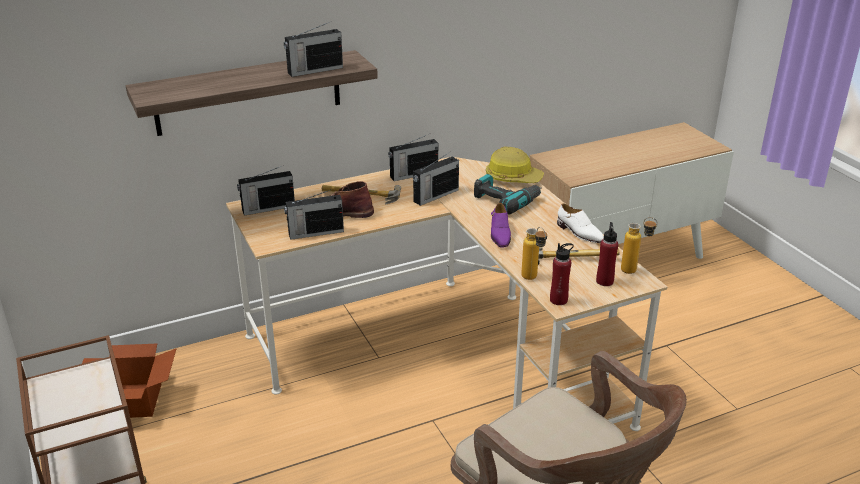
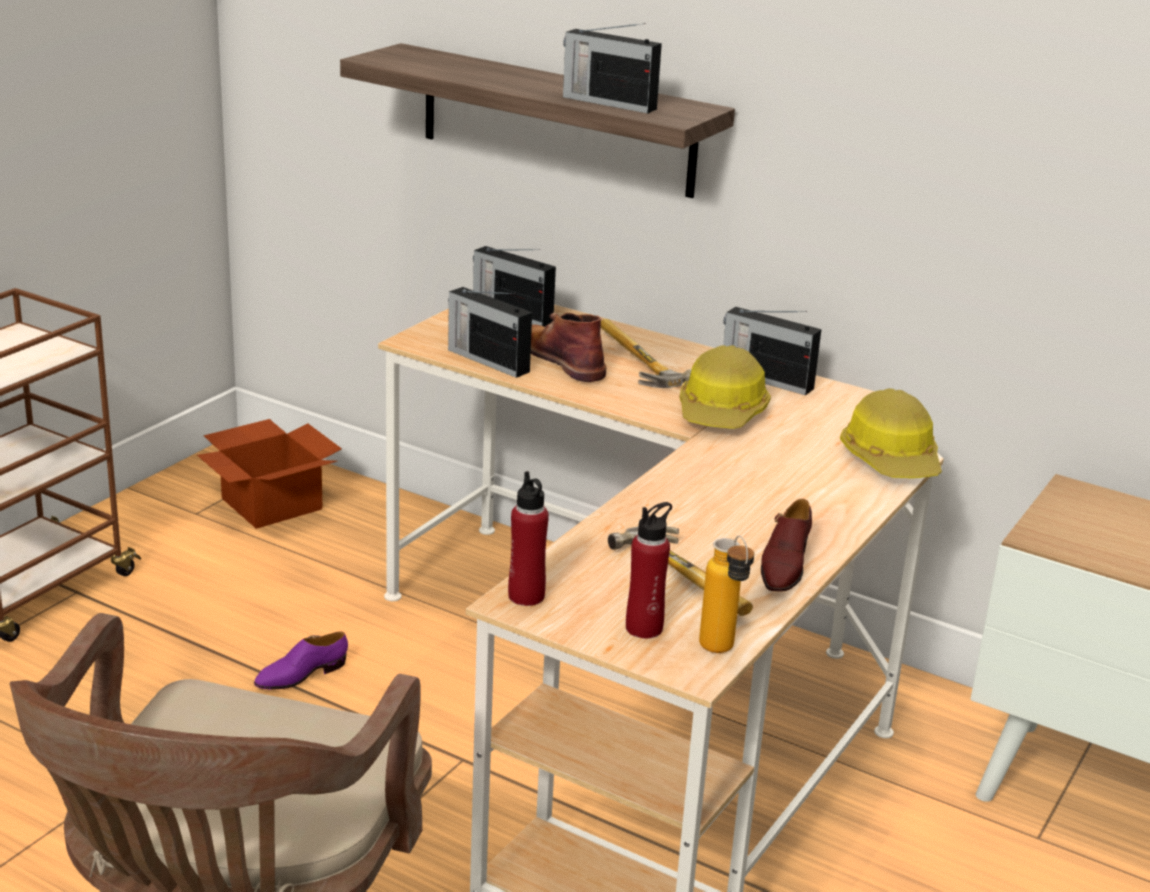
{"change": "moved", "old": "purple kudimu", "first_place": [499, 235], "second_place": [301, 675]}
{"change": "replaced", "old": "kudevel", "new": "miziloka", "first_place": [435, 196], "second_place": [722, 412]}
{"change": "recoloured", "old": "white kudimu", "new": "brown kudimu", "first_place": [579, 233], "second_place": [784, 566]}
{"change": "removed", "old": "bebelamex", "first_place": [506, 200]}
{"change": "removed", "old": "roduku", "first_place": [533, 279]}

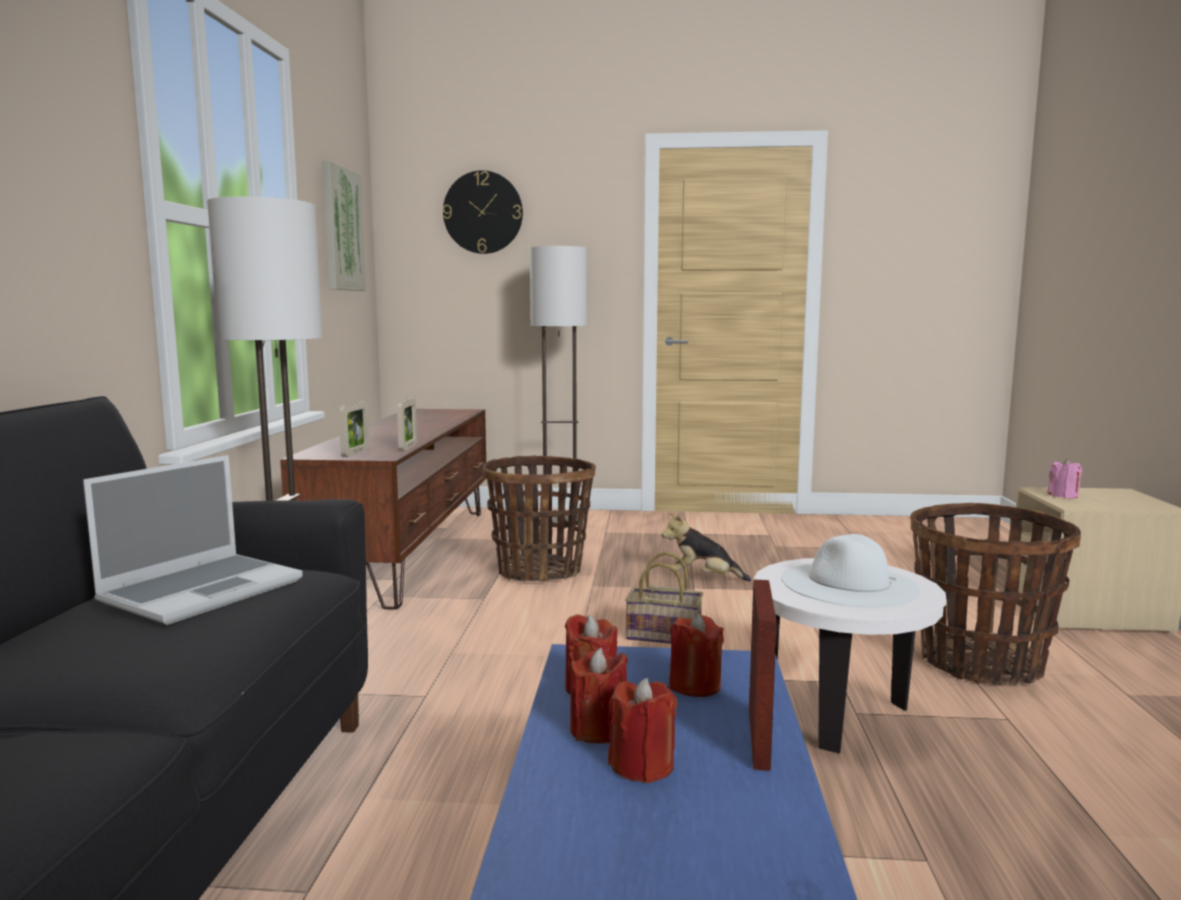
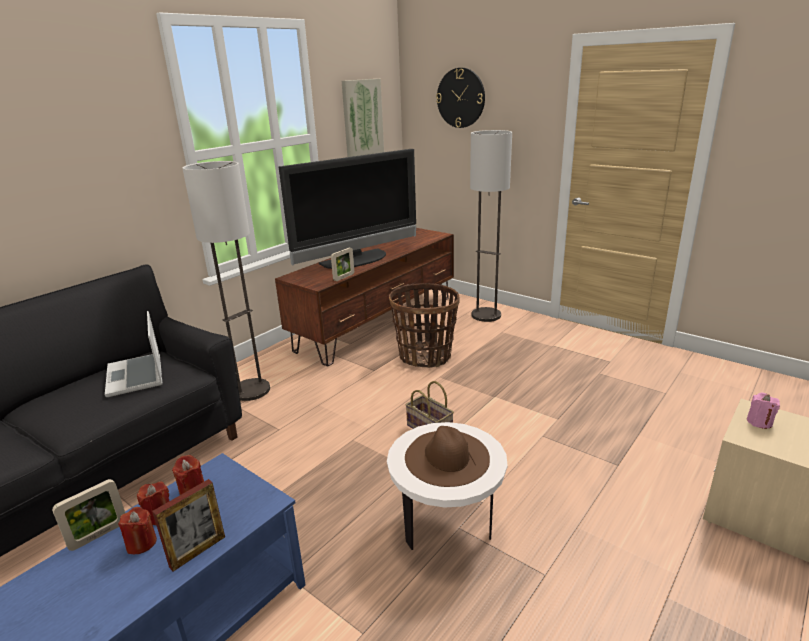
{"change": "moved", "old": "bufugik", "first_place": [355, 453], "second_place": [98, 535]}
{"change": "turned", "old": "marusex", "first_place": [203, 590], "second_place": [136, 376], "degrees": 90}
{"change": "added", "new": "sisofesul", "second_place": [356, 260]}
{"change": "recoloured", "old": "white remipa", "new": "brown remipa", "first_place": [848, 584], "second_place": [446, 457]}
{"change": "removed", "old": "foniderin", "first_place": [703, 578]}
{"change": "removed", "old": "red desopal", "first_place": [694, 685]}
{"change": "removed", "old": "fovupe", "first_place": [980, 663]}

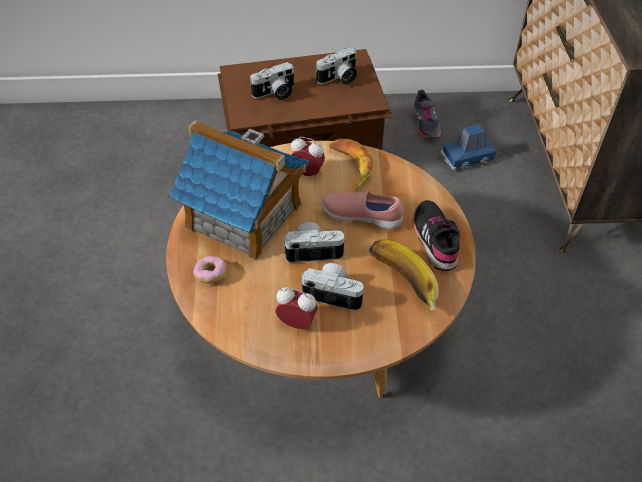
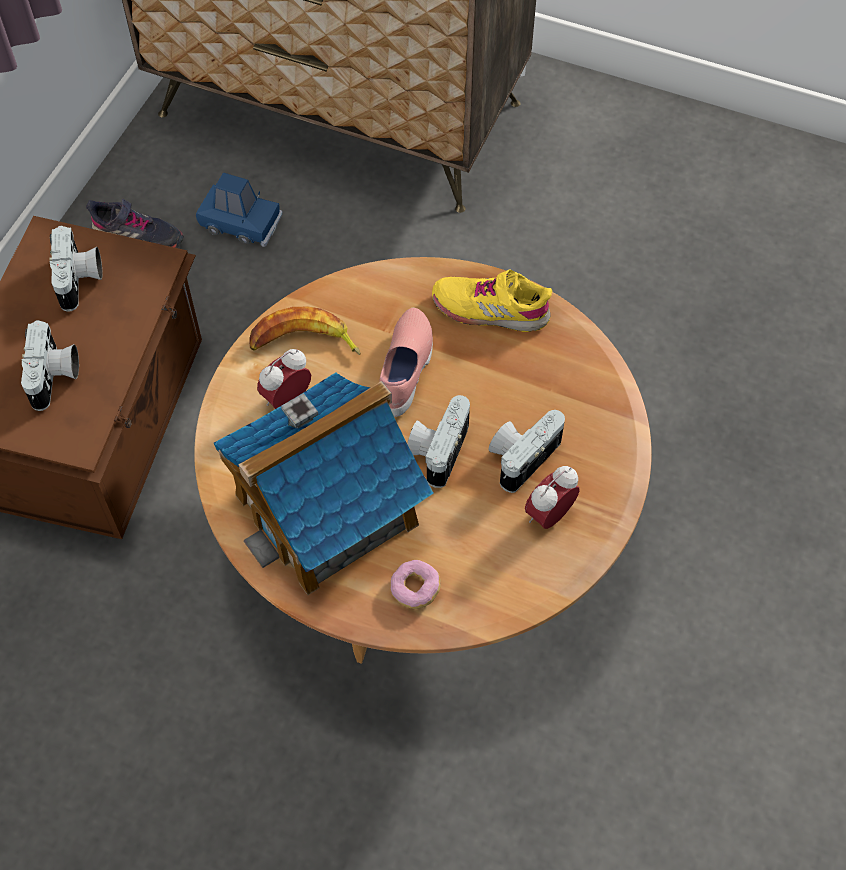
{"change": "turned", "old": "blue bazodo", "first_place": [467, 158], "second_place": [241, 223], "degrees": -75}
{"change": "turned", "old": "pink kudimu", "first_place": [361, 216], "second_place": [406, 370], "degrees": 150}
{"change": "recoloured", "old": "black kudimu", "new": "yellow kudimu", "first_place": [435, 240], "second_place": [490, 309]}
{"change": "removed", "old": "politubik", "first_place": [400, 284]}

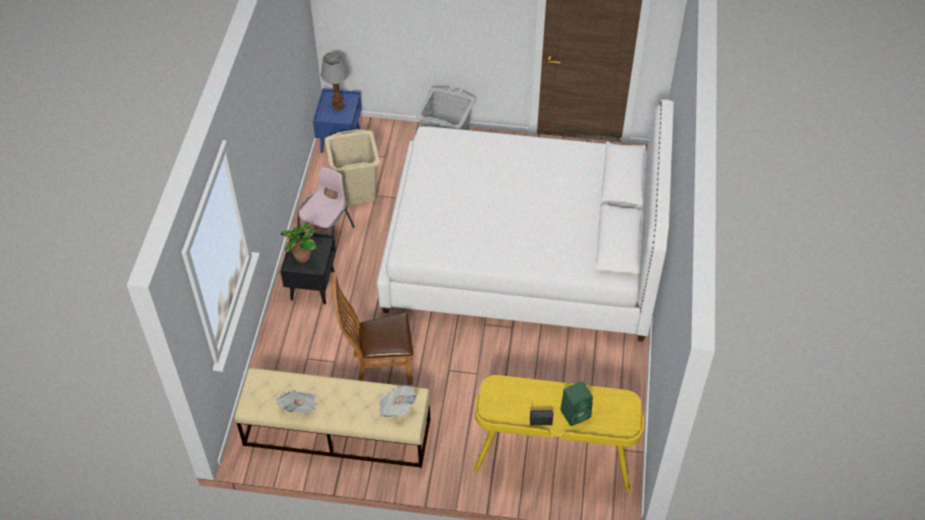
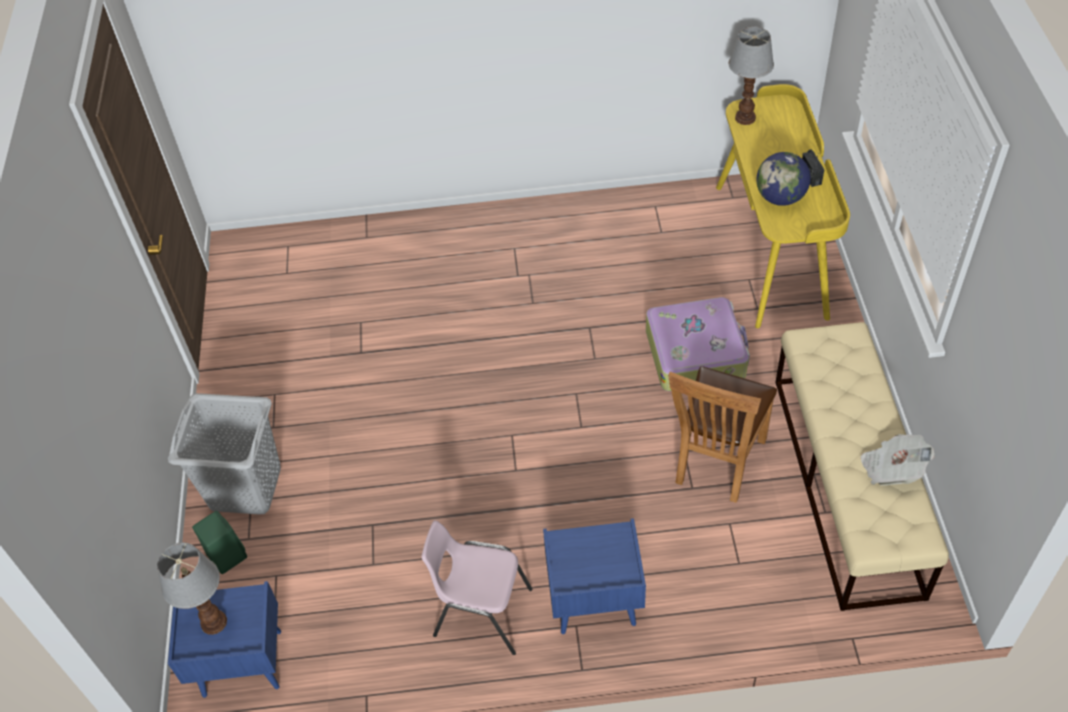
{"change": "moved", "old": "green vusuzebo", "first_place": [576, 413], "second_place": [225, 555]}
{"change": "recoloured", "old": "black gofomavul", "new": "blue gofomavul", "first_place": [312, 285], "second_place": [593, 602]}
{"change": "added", "new": "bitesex", "second_place": [696, 353]}
{"change": "turned", "old": "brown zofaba", "first_place": [378, 367], "second_place": [716, 464], "degrees": 45}
{"change": "added", "new": "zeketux", "second_place": [744, 118]}
{"change": "added", "new": "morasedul", "second_place": [780, 198]}
{"change": "removed", "old": "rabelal", "first_place": [302, 257]}
{"change": "removed", "old": "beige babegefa", "first_place": [355, 191]}
{"change": "removed", "old": "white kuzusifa", "first_place": [522, 254]}
{"change": "removed", "old": "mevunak", "first_place": [396, 407]}

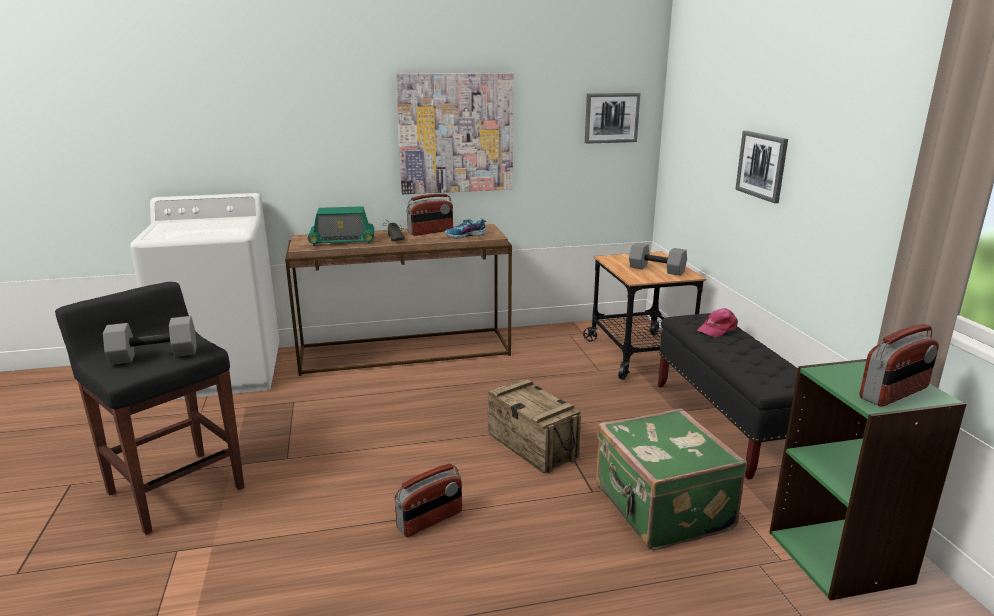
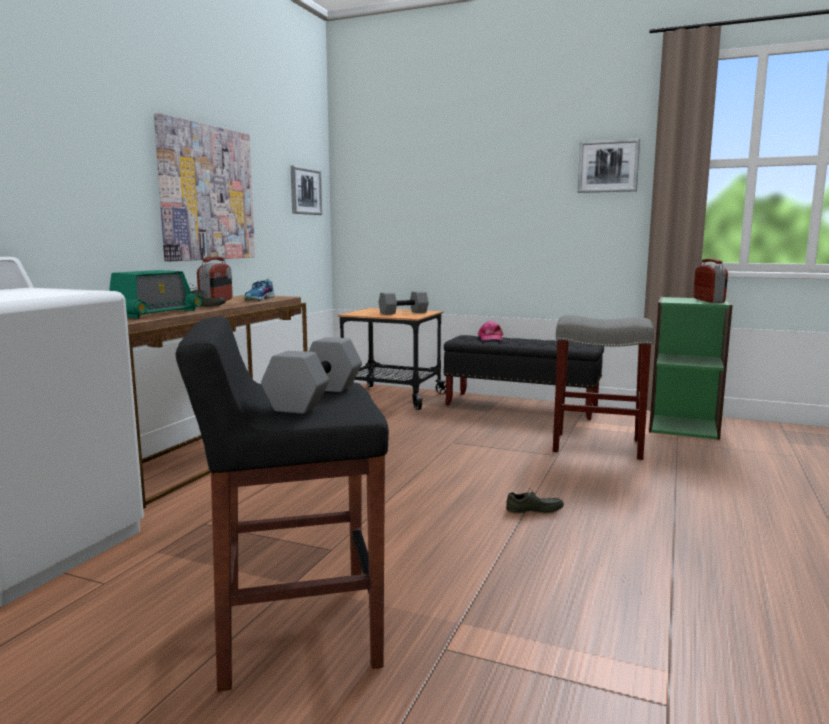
{"change": "replaced", "old": "kudevel", "new": "grey kudimu", "first_place": [430, 520], "second_place": [535, 511]}
{"change": "replaced", "old": "green bitesex", "new": "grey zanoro", "first_place": [661, 509], "second_place": [598, 445]}
{"change": "moved", "old": "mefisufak", "first_place": [762, 165], "second_place": [608, 166]}
{"change": "removed", "old": "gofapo", "first_place": [532, 445]}

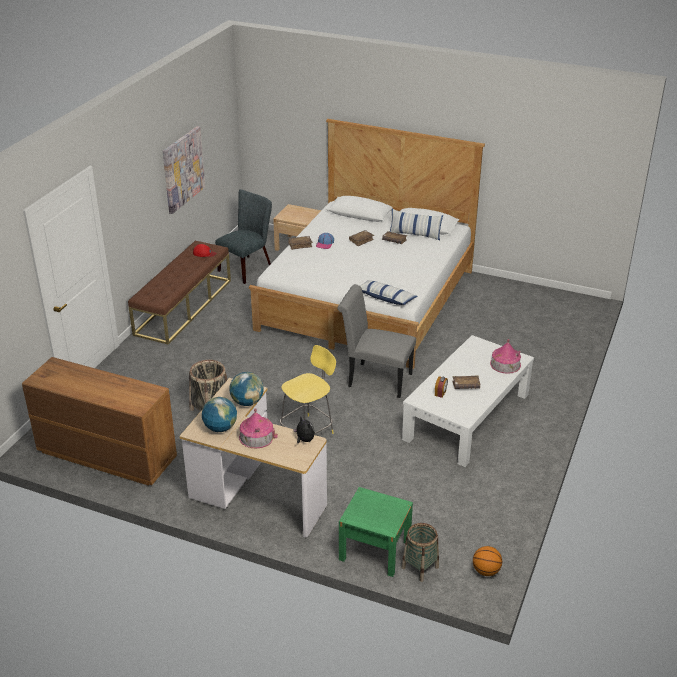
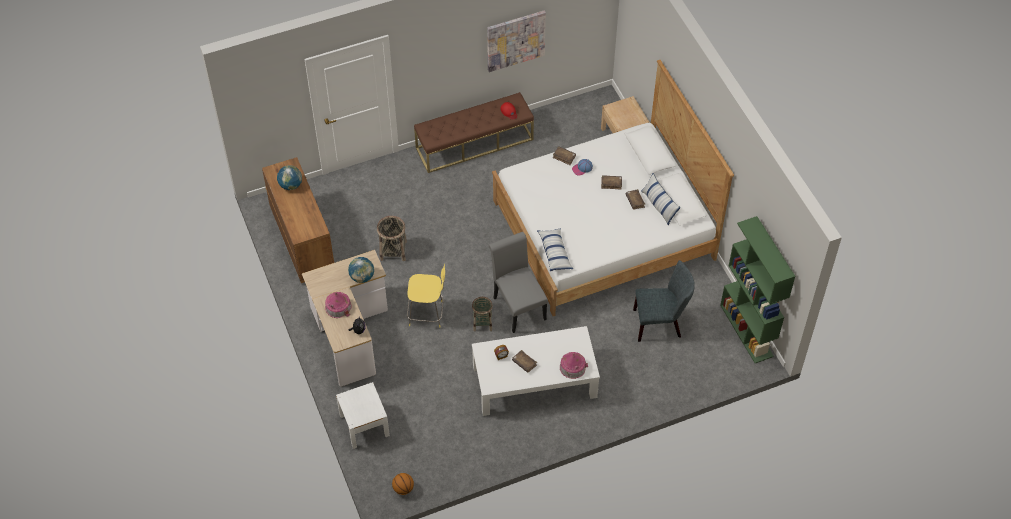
{"change": "moved", "old": "morasedul", "first_place": [220, 428], "second_place": [290, 185]}
{"change": "recoloured", "old": "green gofomavul", "new": "white gofomavul", "first_place": [375, 550], "second_place": [364, 425]}
{"change": "moved", "old": "fovupe", "first_place": [420, 567], "second_place": [482, 323]}
{"change": "moved", "old": "grey zofaba", "first_place": [248, 268], "second_place": [660, 323]}
{"change": "added", "new": "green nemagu", "second_place": [747, 331]}

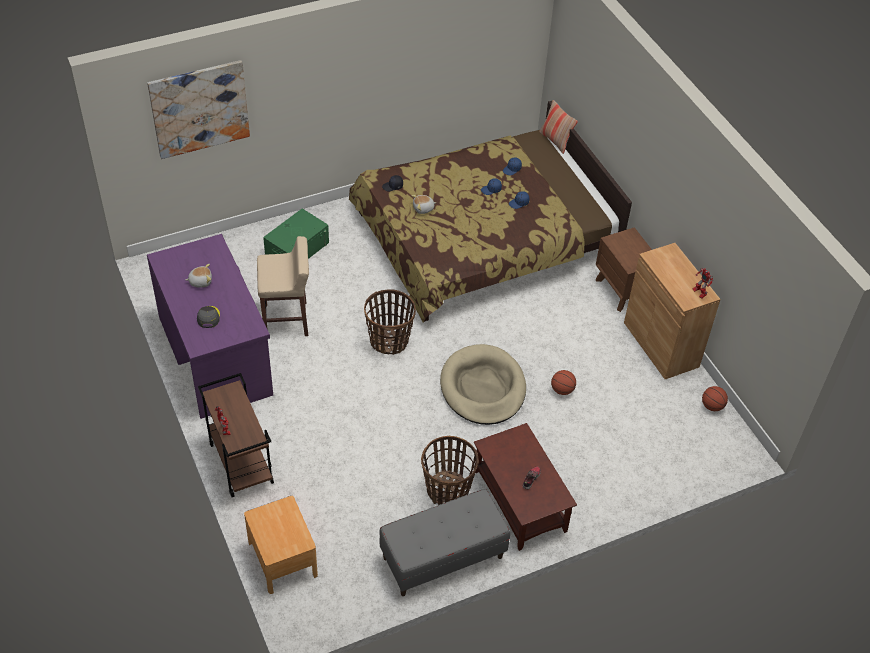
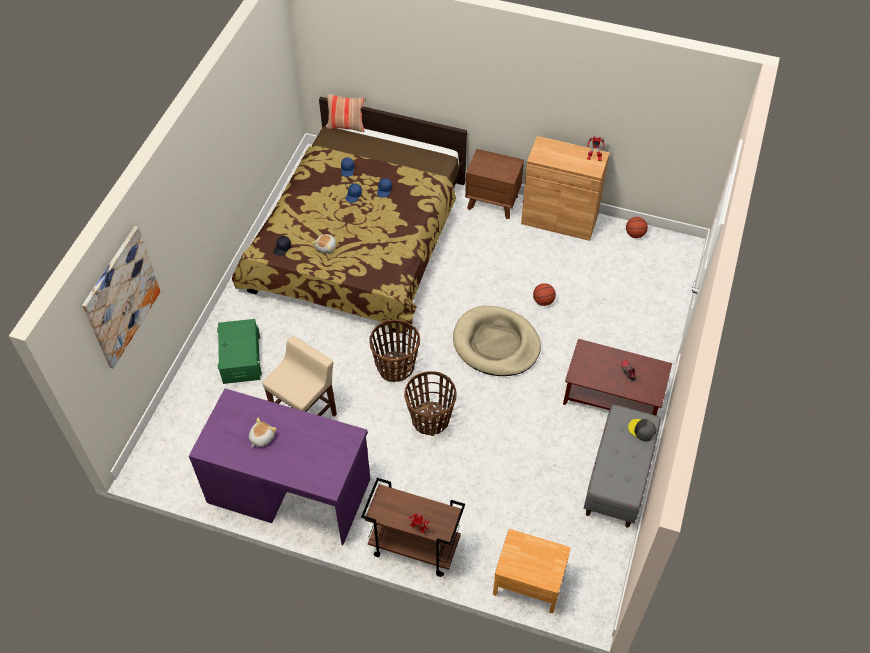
{"change": "moved", "old": "fovupe", "first_place": [447, 490], "second_place": [430, 419]}
{"change": "moved", "old": "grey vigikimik", "first_place": [208, 317], "second_place": [642, 430]}

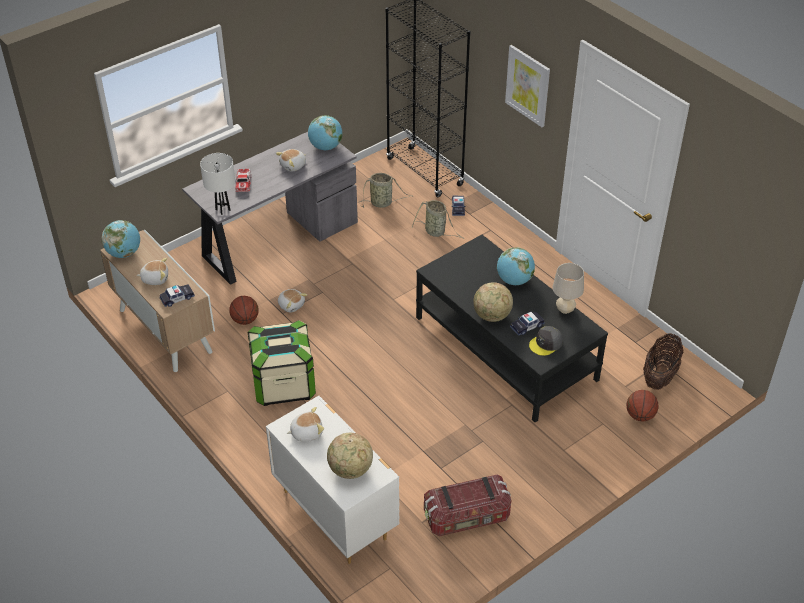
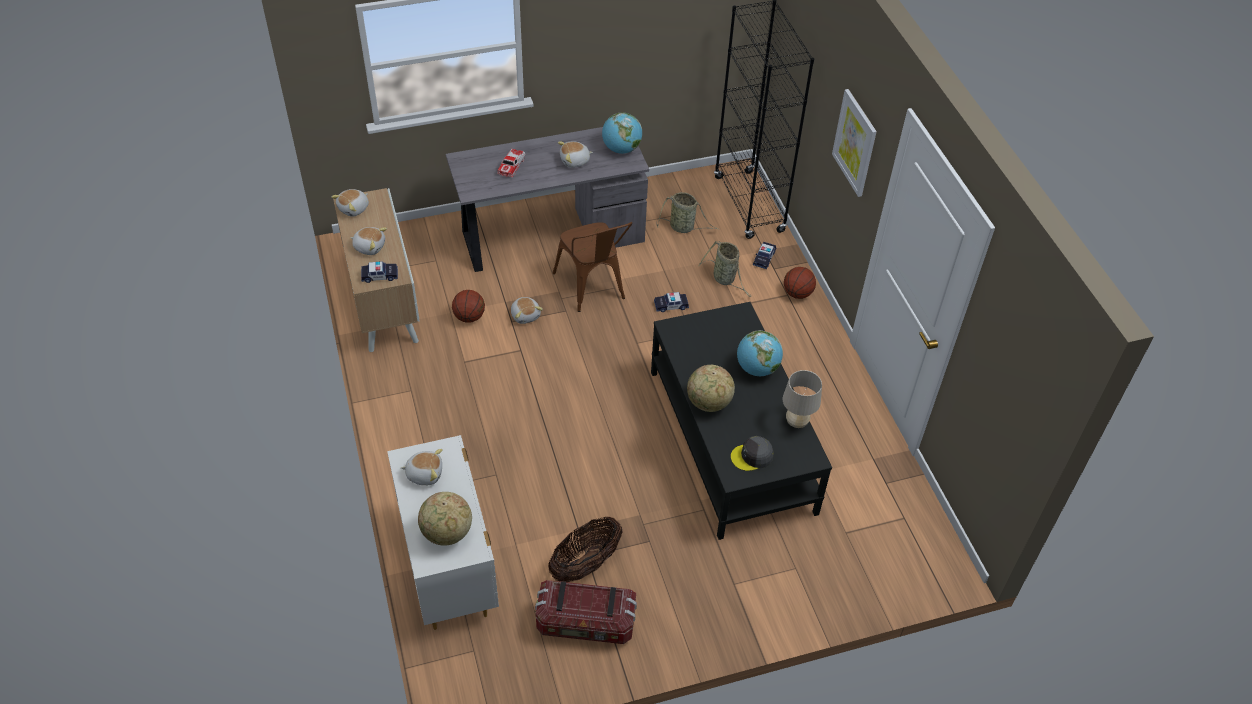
{"change": "replaced", "old": "morasedul", "new": "foniderin", "first_place": [124, 253], "second_place": [354, 208]}
{"change": "moved", "old": "fovupe", "first_place": [659, 375], "second_place": [585, 564]}
{"change": "added", "new": "brown zofaba", "second_place": [592, 289]}
{"change": "moved", "old": "bazodo", "first_place": [527, 326], "second_place": [671, 305]}
{"change": "moved", "old": "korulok", "first_place": [640, 415], "second_place": [797, 293]}
{"change": "removed", "old": "white zeketux", "first_place": [223, 210]}
{"change": "removed", "old": "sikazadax", "first_place": [284, 384]}

